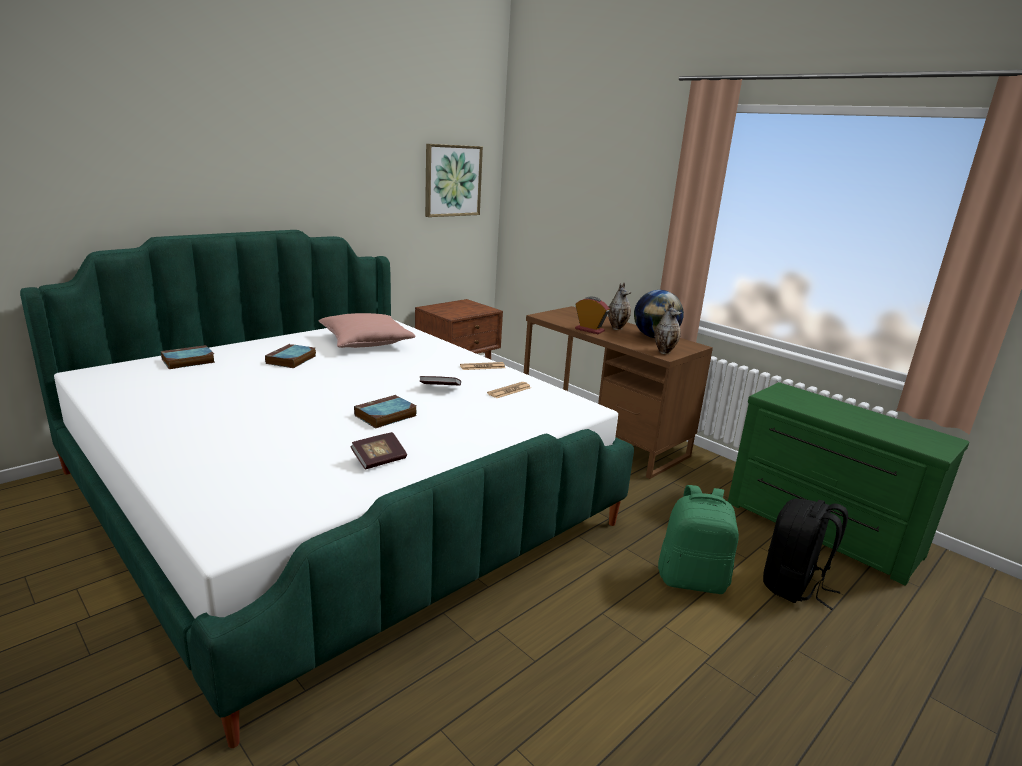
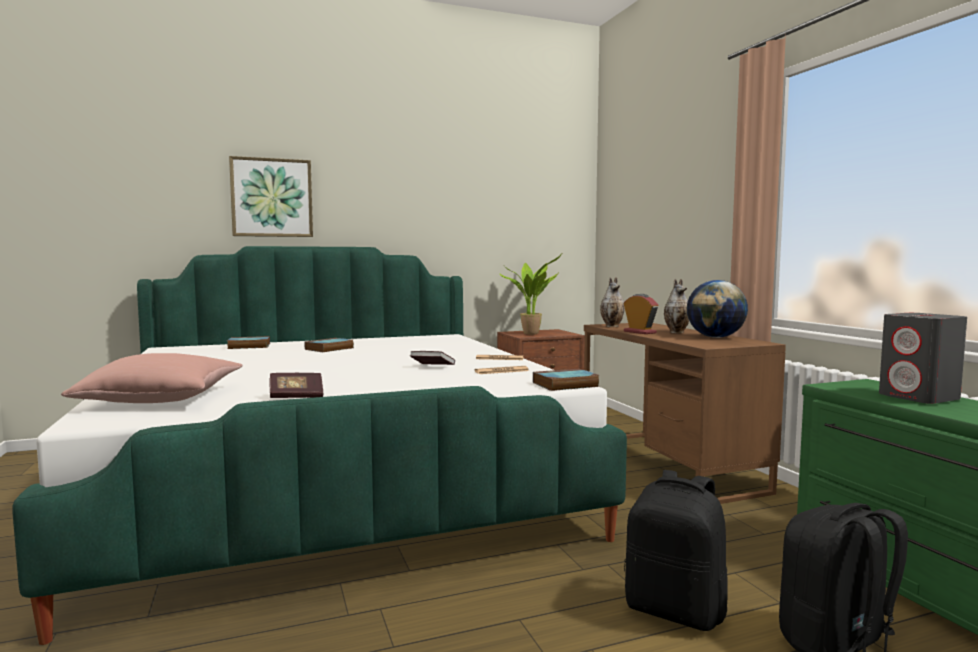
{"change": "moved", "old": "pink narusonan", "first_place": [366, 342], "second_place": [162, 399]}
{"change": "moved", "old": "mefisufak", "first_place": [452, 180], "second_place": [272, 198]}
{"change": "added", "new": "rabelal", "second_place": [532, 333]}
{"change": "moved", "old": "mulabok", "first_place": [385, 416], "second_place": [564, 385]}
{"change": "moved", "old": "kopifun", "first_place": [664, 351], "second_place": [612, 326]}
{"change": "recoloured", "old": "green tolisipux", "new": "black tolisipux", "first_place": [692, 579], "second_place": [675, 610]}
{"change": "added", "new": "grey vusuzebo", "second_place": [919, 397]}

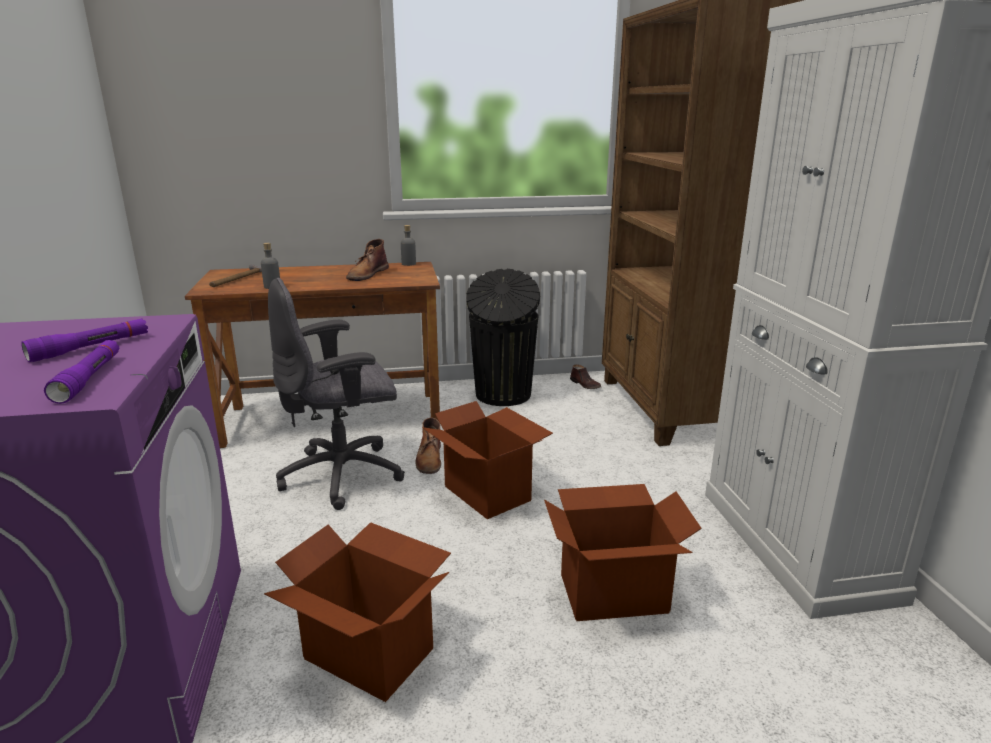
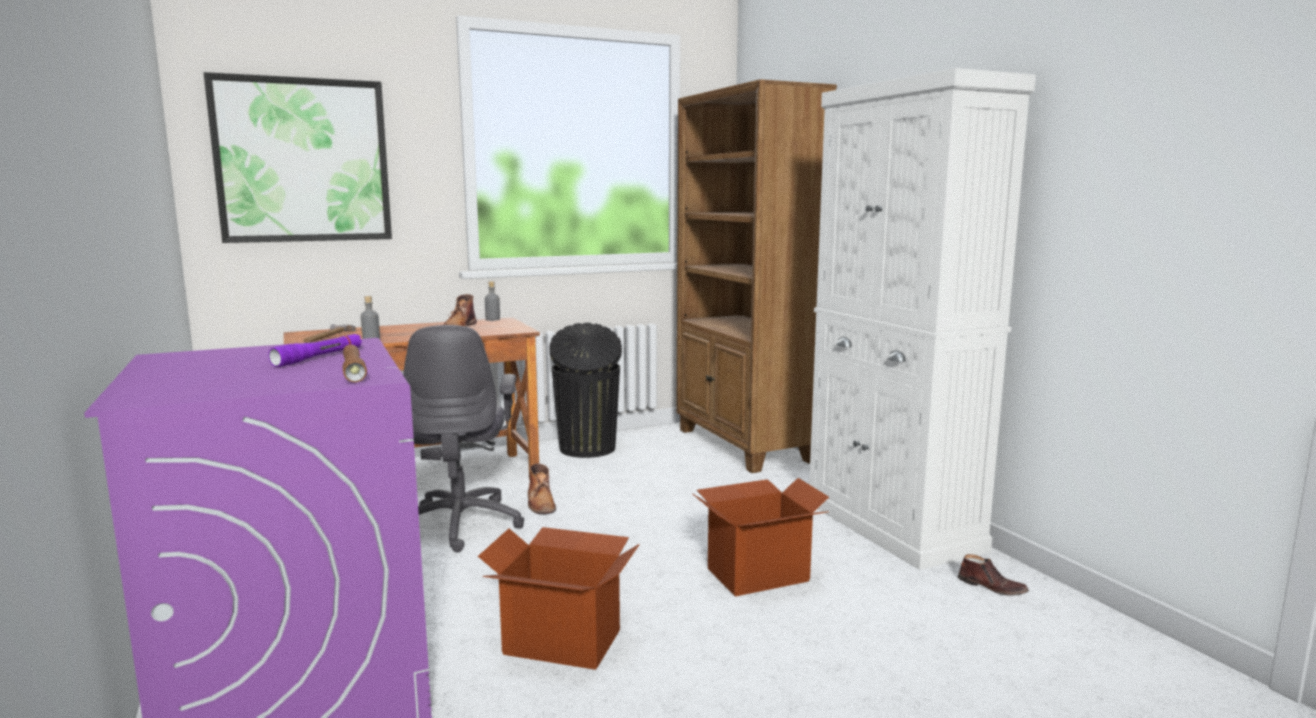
{"change": "added", "new": "mefisufak", "second_place": [303, 160]}
{"change": "recoloured", "old": "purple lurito", "new": "brown lurito", "first_place": [89, 379], "second_place": [353, 371]}
{"change": "turned", "old": "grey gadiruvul", "first_place": [344, 475], "second_place": [460, 524], "degrees": -60}
{"change": "moved", "old": "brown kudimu", "first_place": [585, 385], "second_place": [992, 587]}
{"change": "removed", "old": "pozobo", "first_place": [488, 493]}

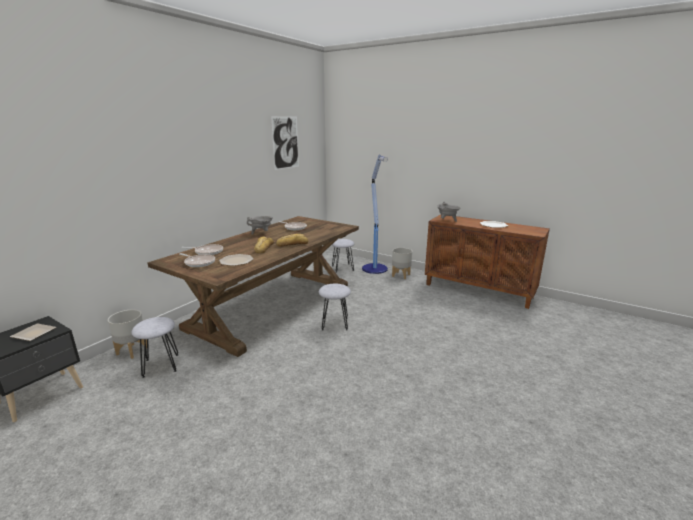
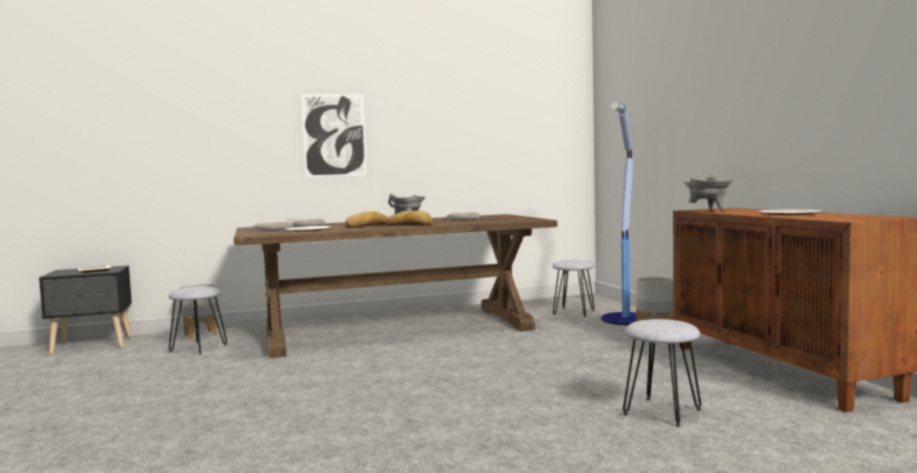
{"change": "moved", "old": "mefisufak", "first_place": [285, 142], "second_place": [334, 135]}
{"change": "moved", "old": "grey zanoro", "first_place": [335, 324], "second_place": [661, 412]}

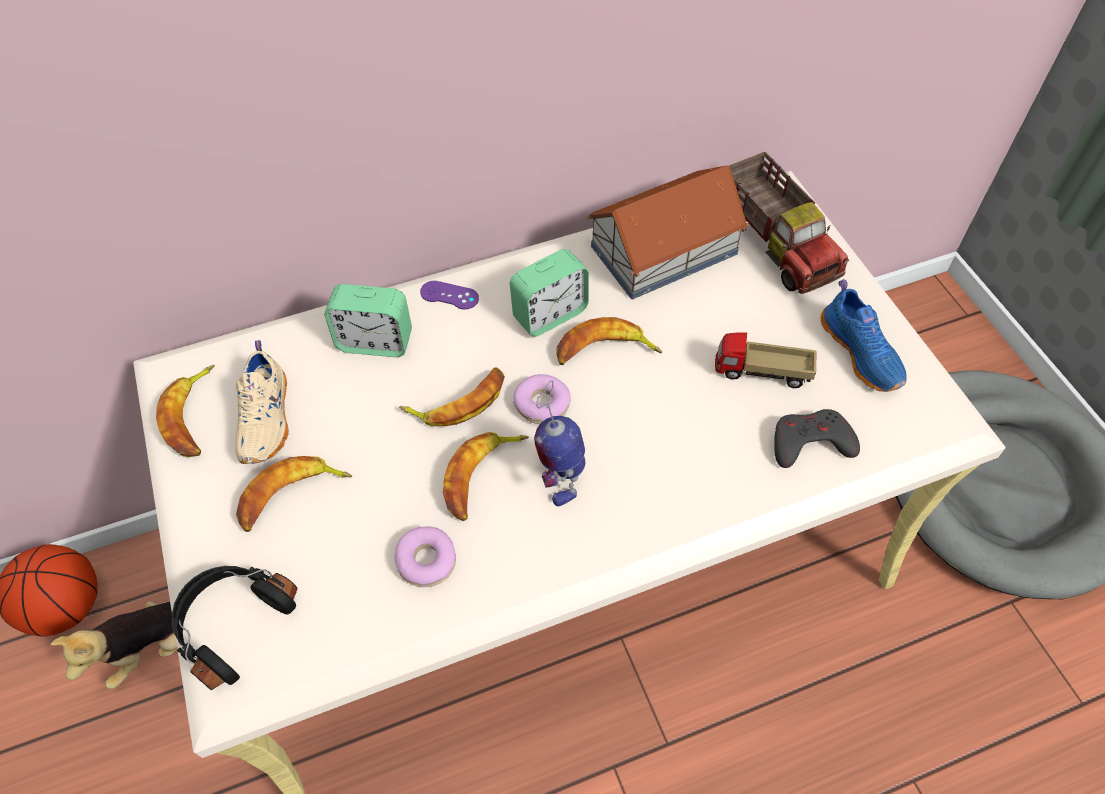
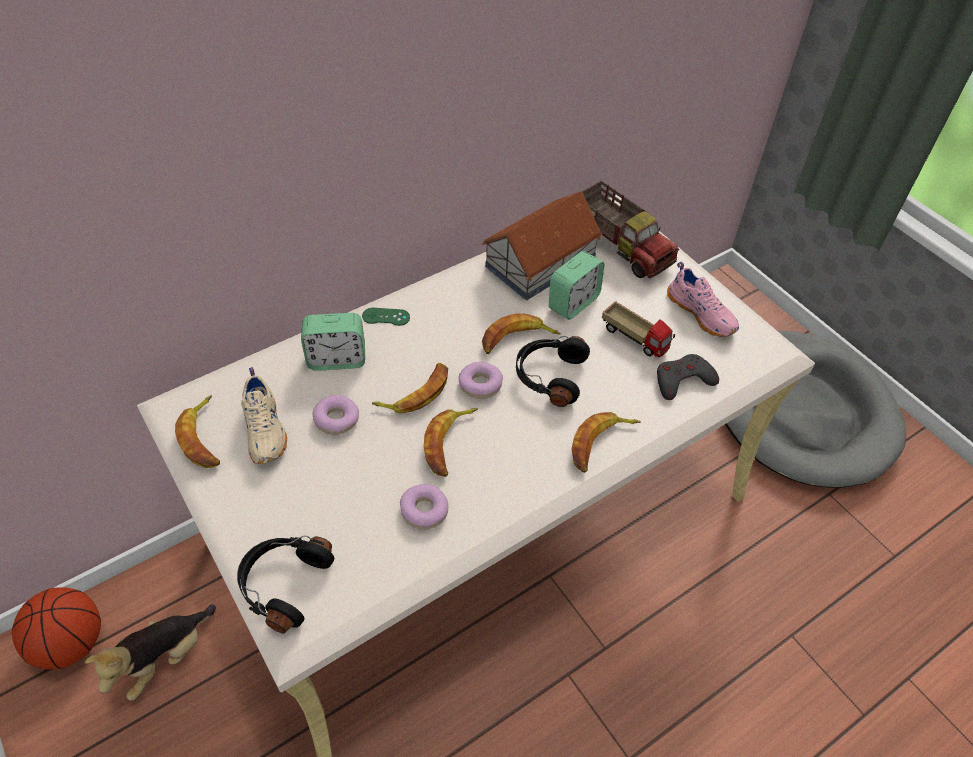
{"change": "added", "new": "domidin", "second_place": [337, 419]}
{"change": "recoloured", "old": "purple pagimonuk", "new": "green pagimonuk", "first_place": [449, 295], "second_place": [386, 317]}
{"change": "added", "new": "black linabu", "second_place": [549, 376]}
{"change": "moved", "old": "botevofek", "first_place": [550, 314], "second_place": [573, 303]}
{"change": "moved", "old": "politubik", "first_place": [291, 497], "second_place": [600, 444]}
{"change": "turned", "old": "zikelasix", "first_place": [761, 373], "second_place": [635, 338], "degrees": -135}
{"change": "recoloured", "old": "blue kudimu", "new": "pink kudimu", "first_place": [862, 352], "second_place": [702, 313]}
{"change": "removed", "old": "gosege", "first_place": [560, 476]}

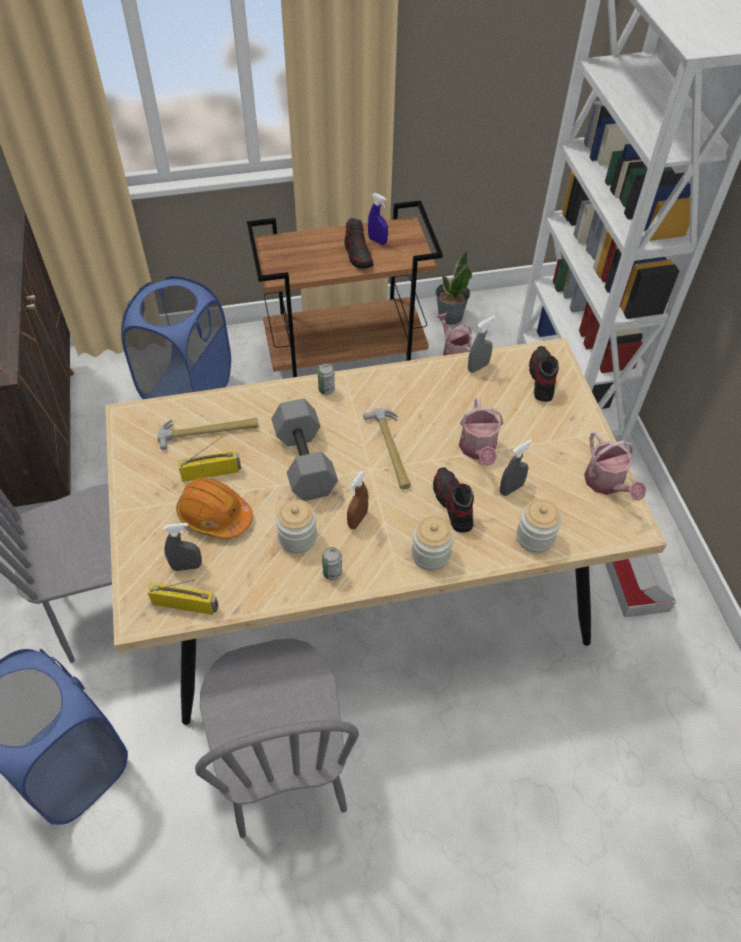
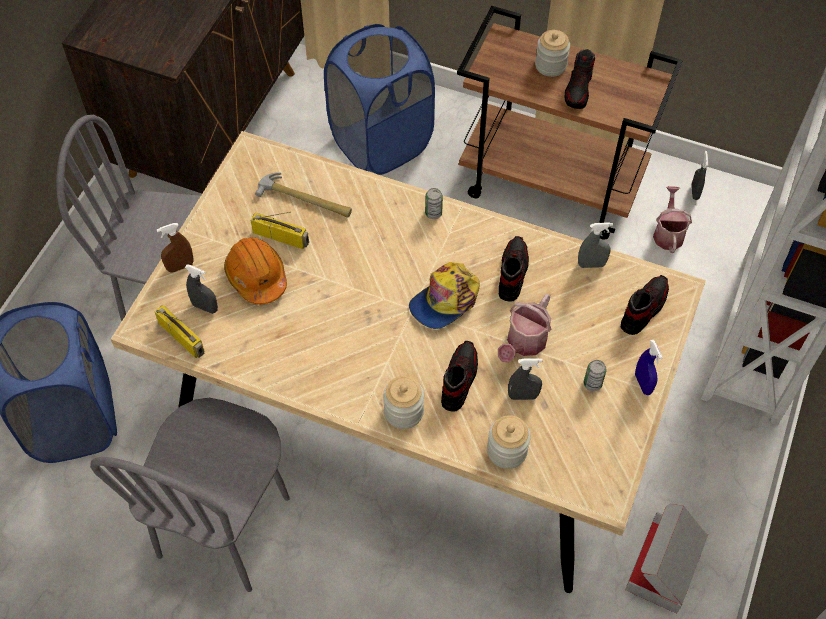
{"change": "moved", "old": "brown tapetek", "first_place": [357, 519], "second_place": [180, 266]}
{"change": "replaced", "old": "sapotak", "new": "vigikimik", "first_place": [391, 450], "second_place": [445, 300]}
{"change": "added", "new": "kudimu", "second_place": [512, 273]}
{"change": "moved", "old": "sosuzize", "first_place": [297, 537], "second_place": [550, 65]}
{"change": "moved", "old": "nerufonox", "first_place": [332, 573], "second_place": [592, 384]}
{"change": "moved", "old": "blue tapetek", "first_place": [377, 241], "second_place": [643, 384]}
{"change": "replaced", "old": "rabelal", "new": "grey tapetek", "first_place": [450, 316], "second_place": [695, 192]}
{"change": "removed", "old": "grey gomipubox", "first_place": [306, 462]}
{"change": "removed", "old": "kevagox", "first_place": [607, 484]}

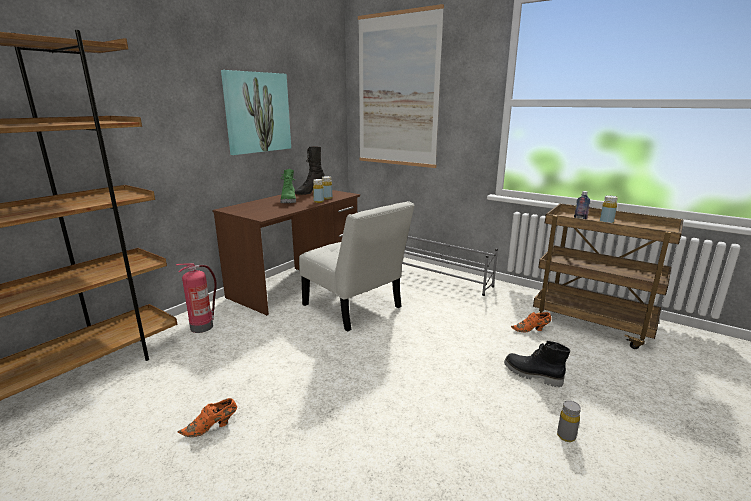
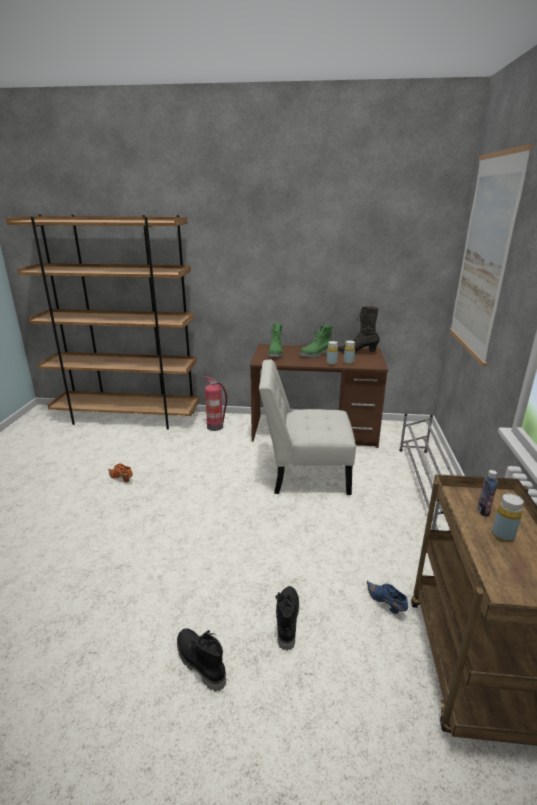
{"change": "replaced", "old": "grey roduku", "new": "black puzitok", "first_place": [566, 436], "second_place": [199, 663]}
{"change": "turned", "old": "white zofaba", "first_place": [355, 308], "second_place": [304, 473], "degrees": 75}
{"change": "added", "new": "green puzitok", "second_place": [276, 354]}
{"change": "recoloured", "old": "orange kudimu", "new": "blue kudimu", "first_place": [531, 330], "second_place": [386, 604]}
{"change": "removed", "old": "mefisufak", "first_place": [258, 112]}

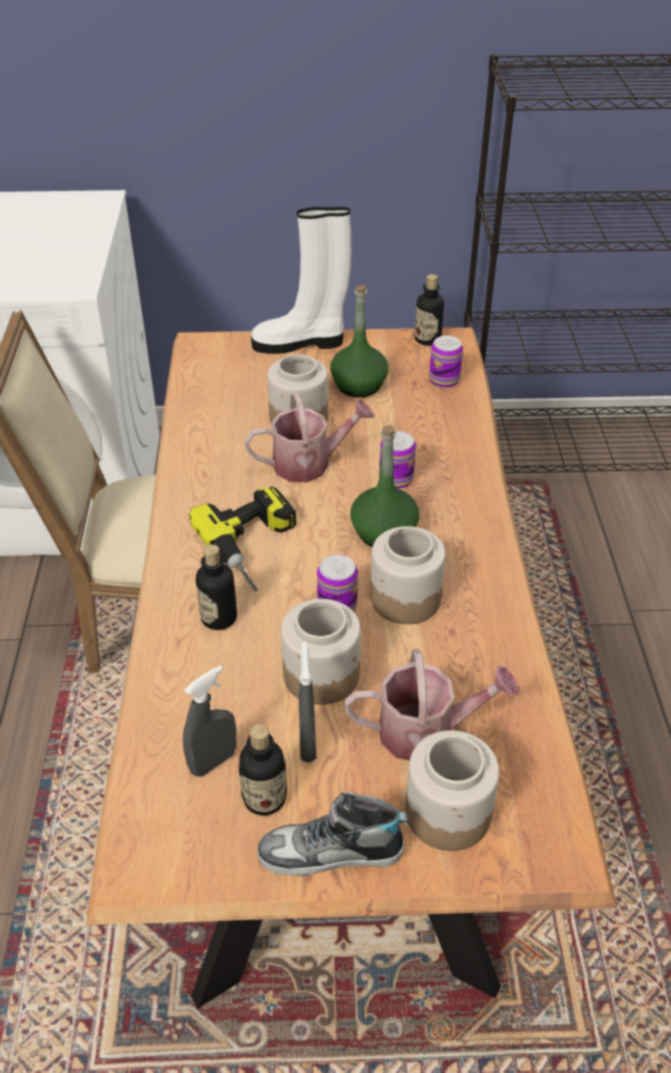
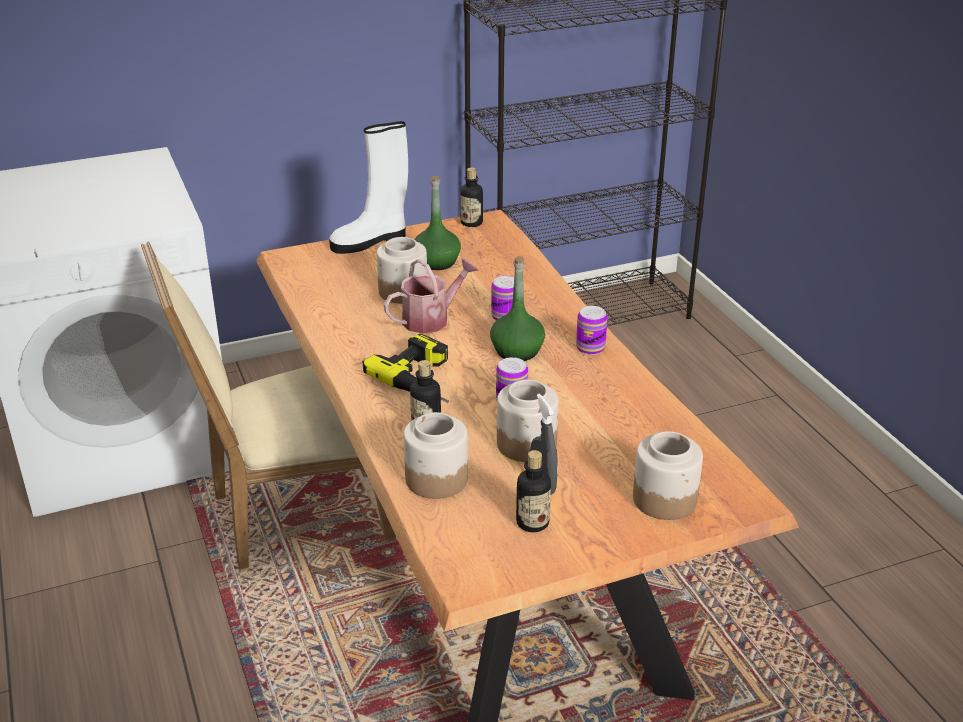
{"change": "moved", "old": "sosuzize", "first_place": [405, 598], "second_place": [436, 479]}
{"change": "moved", "old": "nerufonox", "first_place": [444, 380], "second_place": [590, 348]}
{"change": "removed", "old": "grey tapetek", "first_place": [213, 762]}
{"change": "removed", "old": "kudimu", "first_place": [331, 853]}
{"change": "removed", "old": "kevagox", "first_place": [426, 731]}

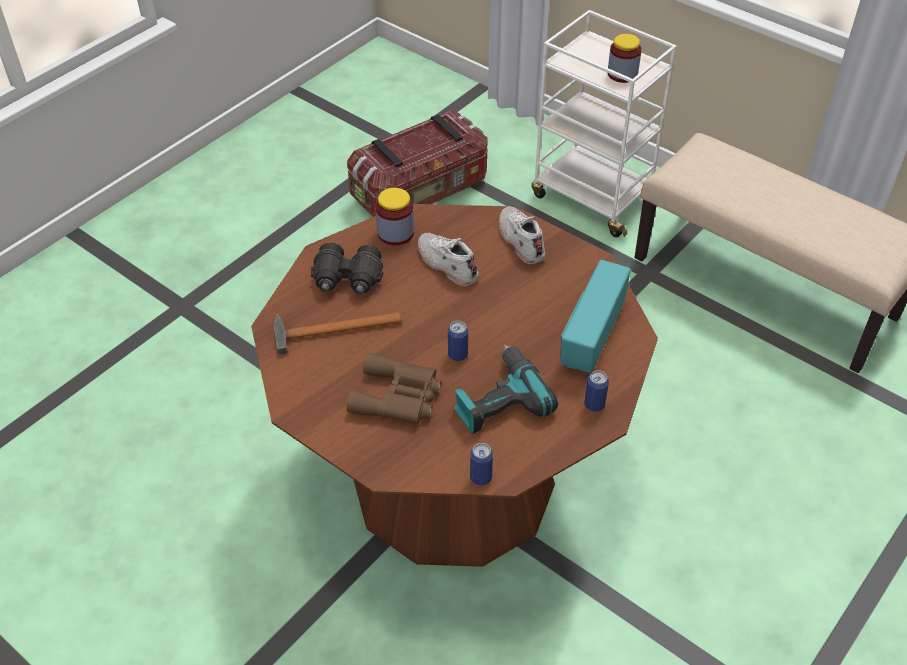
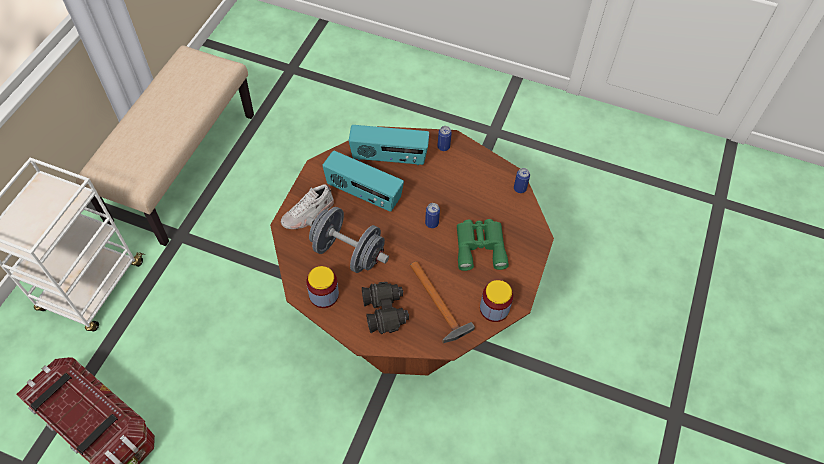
{"change": "replaced", "old": "white kudimu", "new": "grey gomipubox", "first_place": [446, 264], "second_place": [348, 252]}
{"change": "added", "new": "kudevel", "second_place": [363, 194]}
{"change": "recoloured", "old": "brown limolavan", "new": "green limolavan", "first_place": [398, 397], "second_place": [480, 246]}
{"change": "moved", "old": "sosuzize", "first_place": [622, 74], "second_place": [494, 308]}
{"change": "removed", "old": "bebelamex", "first_place": [498, 399]}

